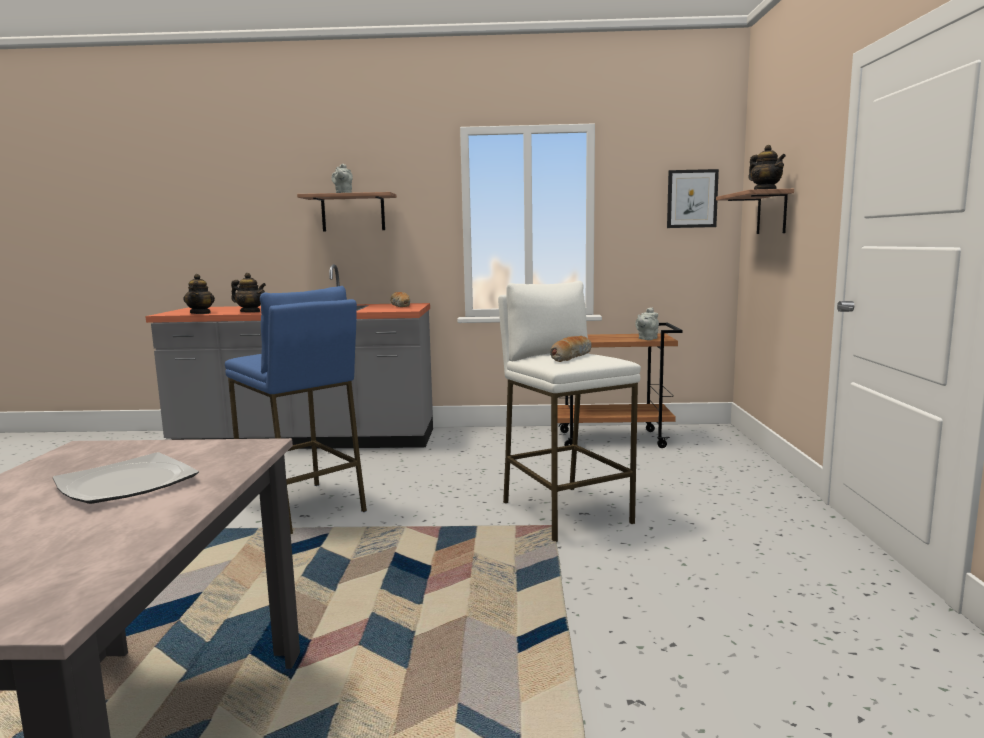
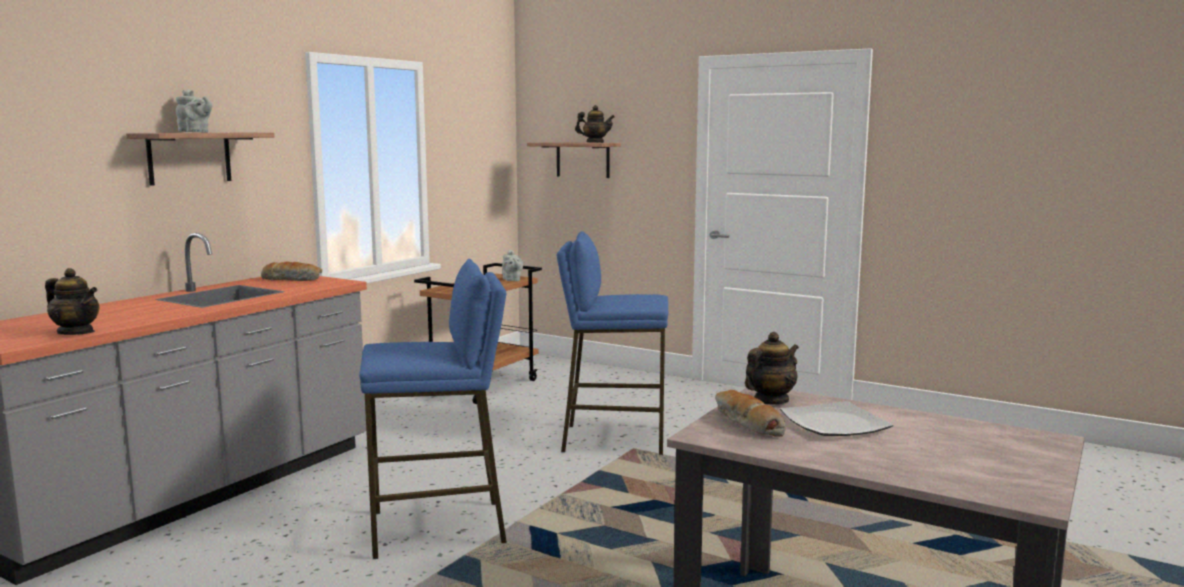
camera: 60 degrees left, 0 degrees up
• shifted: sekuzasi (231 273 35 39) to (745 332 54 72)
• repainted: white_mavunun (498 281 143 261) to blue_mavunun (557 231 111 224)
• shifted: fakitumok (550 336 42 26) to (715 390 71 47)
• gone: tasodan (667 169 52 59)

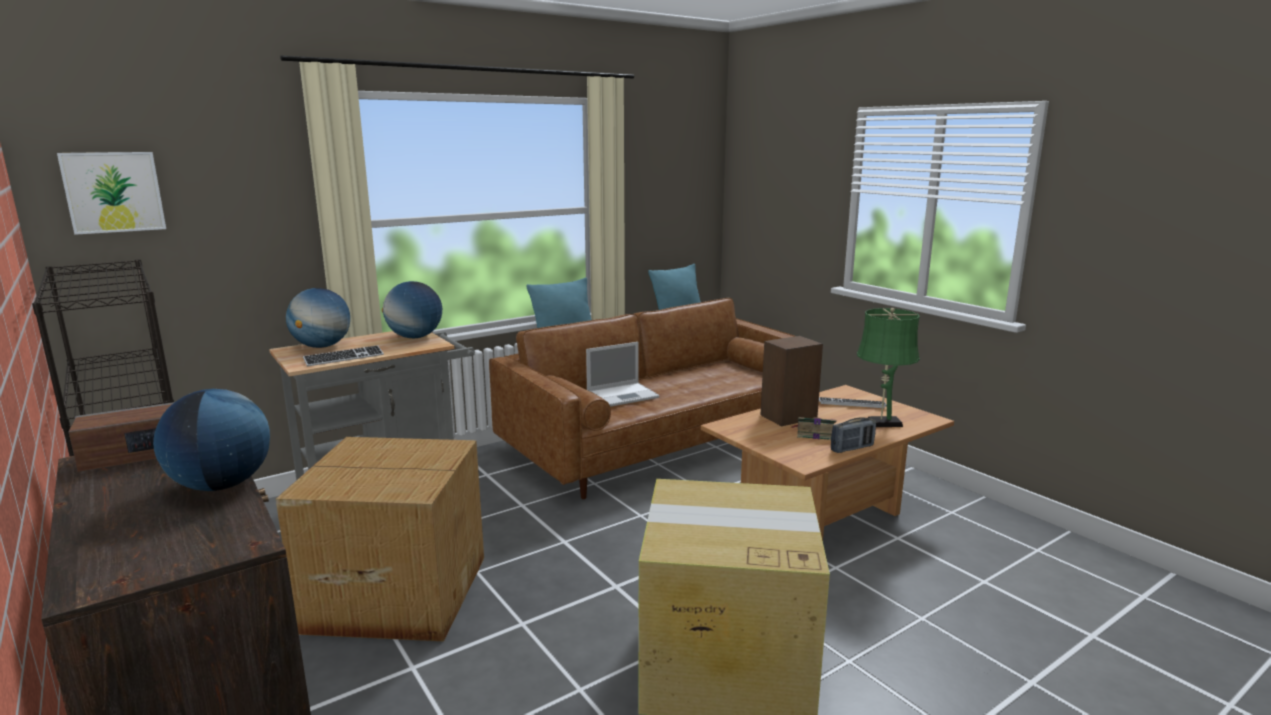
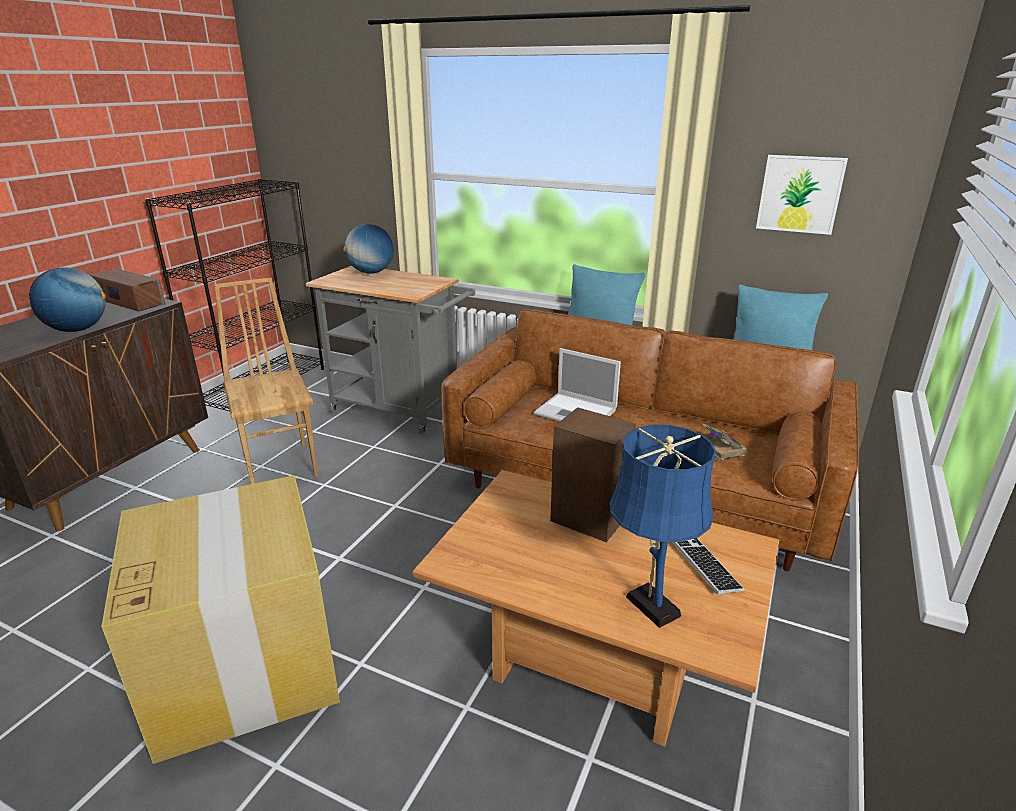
camera: 60 degrees right, 10 degrees up
• shifted: tasodan (57 152 109 83) to (756 155 92 80)
• swapped: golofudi (276 437 208 204) to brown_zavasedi (214 278 104 206)
• gone: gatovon (303 345 81 21)
• gone: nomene (382 281 60 57)
• shifted: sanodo (790 417 47 23) to (702 424 45 37)
• gone: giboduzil (831 417 45 36)
• repainted: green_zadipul (857 308 63 119) to blue_zadipul (609 425 107 203)

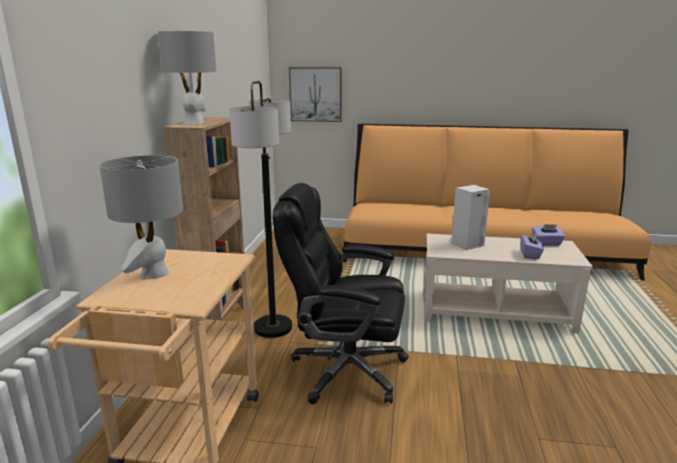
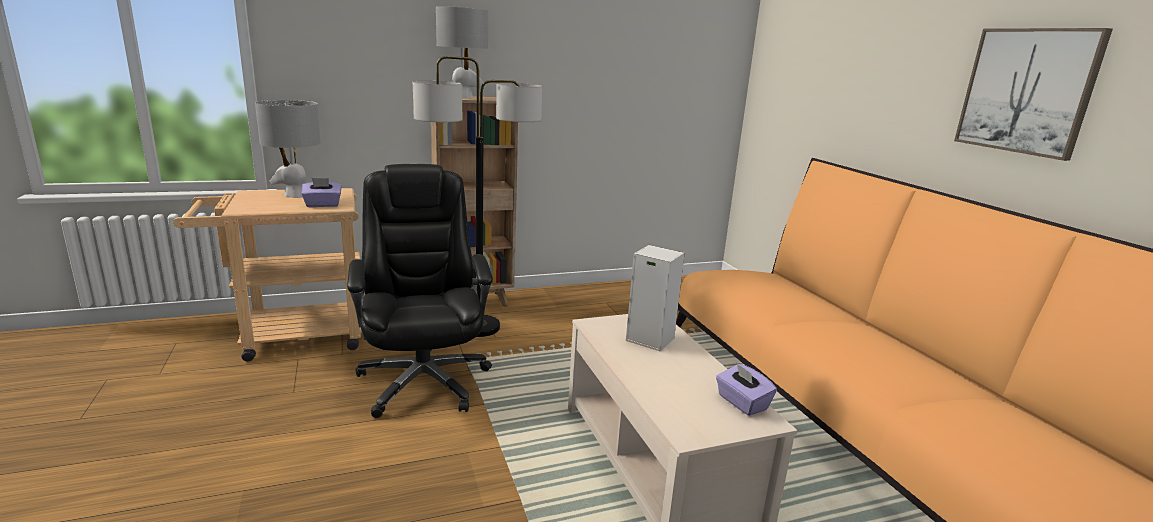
camera: 60 degrees right, 0 degrees up
• shifted: tasodan (289 67 53 55) to (954 28 159 133)
• shifted: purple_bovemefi (520 232 24 27) to (301 178 41 29)

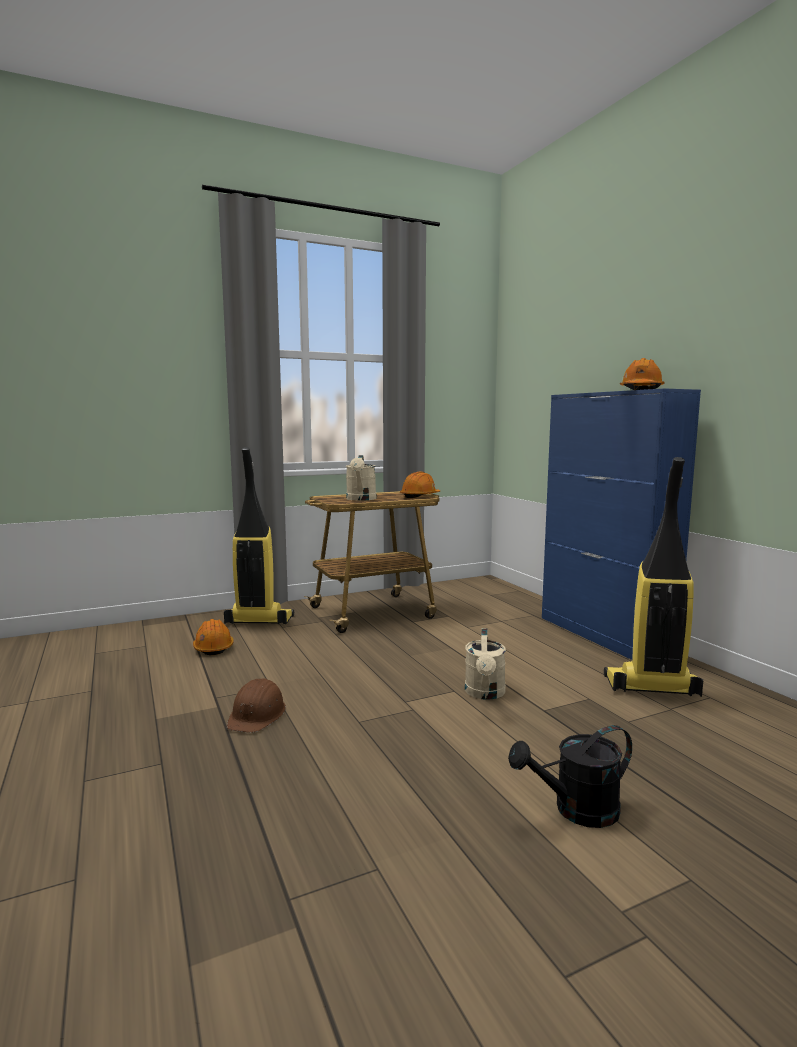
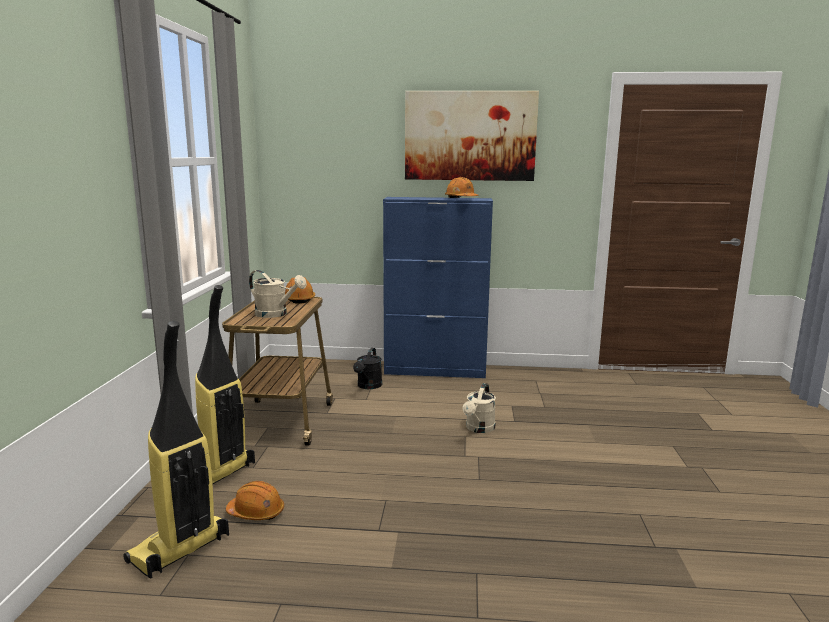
camera: 60 degrees left, 5 degrees up
• gone: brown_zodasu (227 678 59 55)
• rotated: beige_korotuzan (465 628 41 72) = (463 383 33 50) 75 degrees clockwise
• shifted: black_korotuzan (508 725 124 103) to (353 348 29 41)
• shifted: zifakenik (604 457 99 240) to (123 321 106 257)
• new: tasodan (405 91 134 90)

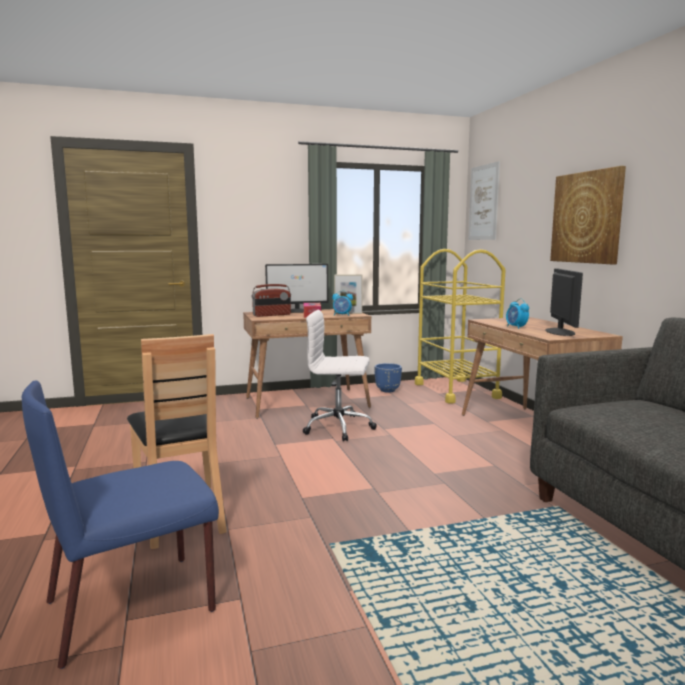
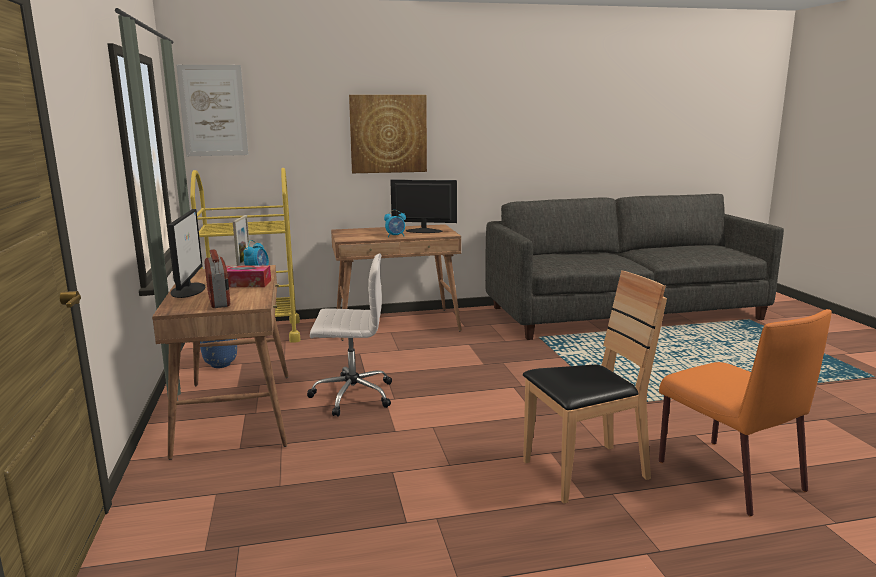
camera: 85 degrees left, 5 degrees up
• repainted: blue_zavasedi (21 381 198 288) to orange_zavasedi (659 309 173 207)
• rotated: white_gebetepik (303 310 74 131) = (307 254 85 163) 105 degrees counterclockwise

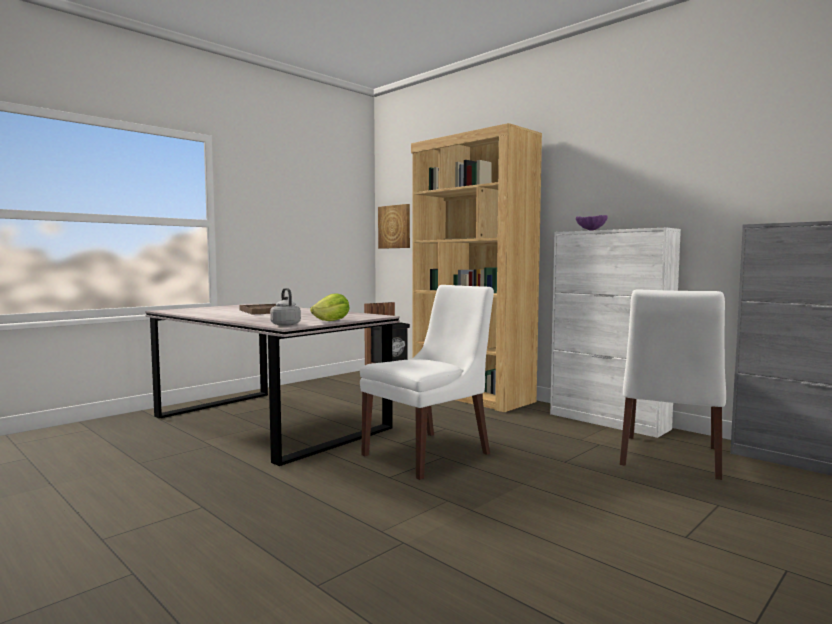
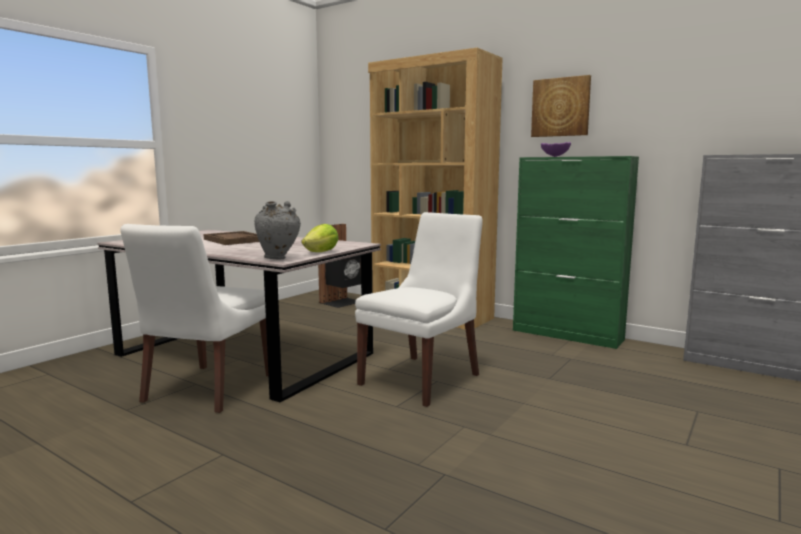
camera: 10 degrees left, 5 degrees up
• swapped: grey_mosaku (270 288 31 38) to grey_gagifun (254 201 47 58)
• shifted: tasodan (378 204 32 45) to (531 75 60 62)
• repainted: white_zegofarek (550 228 131 210) to green_zegofarek (513 156 126 193)
• shifted: white_zavasedi (620 289 106 191) to (120 224 148 189)

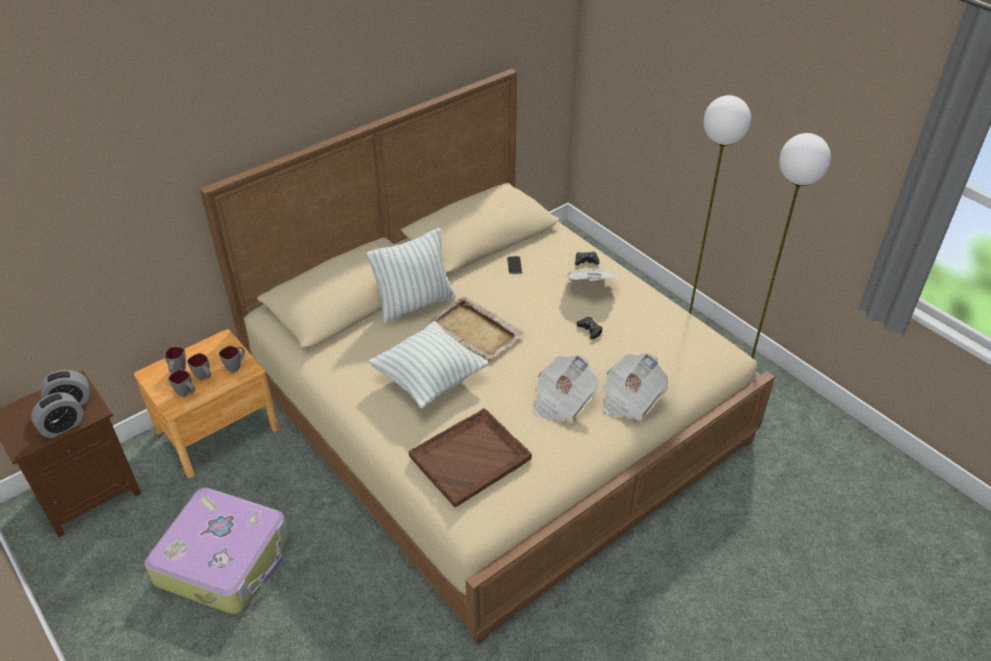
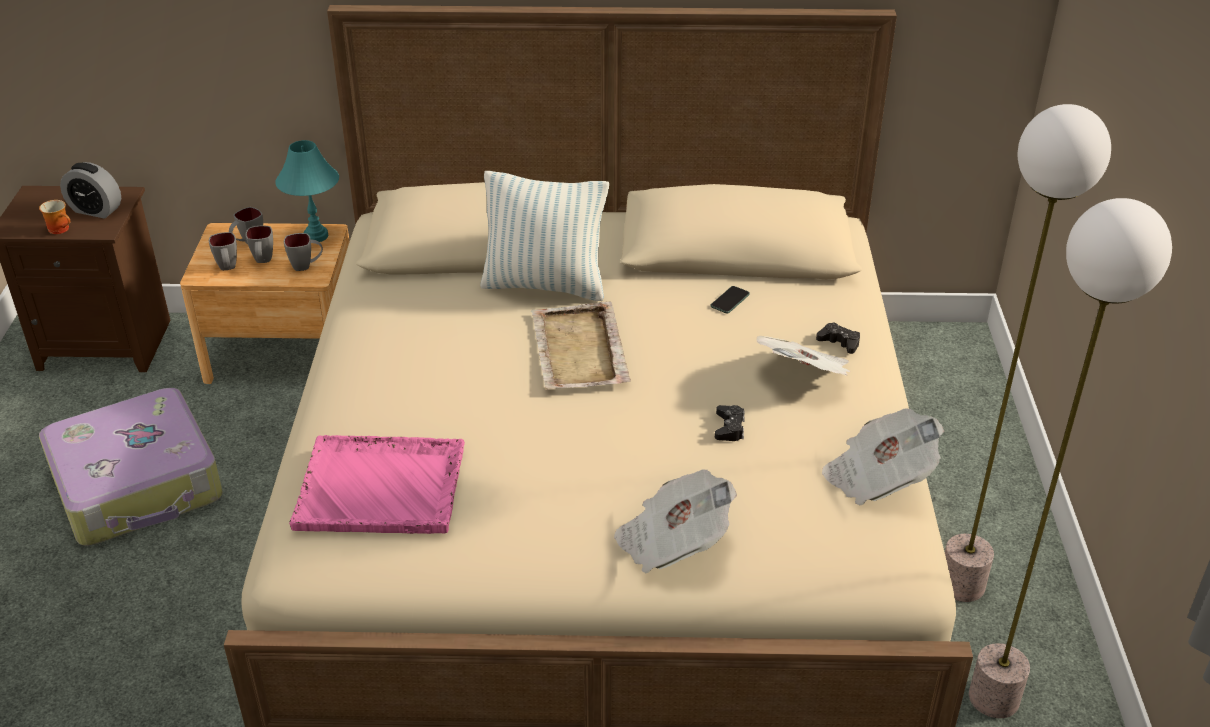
camera: 40 degrees right, 5 degrees down
• swapped: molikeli (31 392 53 46) to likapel (39 200 31 34)
• gone: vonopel (368 321 121 87)
• repainted: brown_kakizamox (409 408 123 99) to pink_kakizamox (289 435 176 99)
• shifted: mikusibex (533 355 65 68) to (822 408 122 98)
• new: turquoise_zadipul (275 140 64 102)

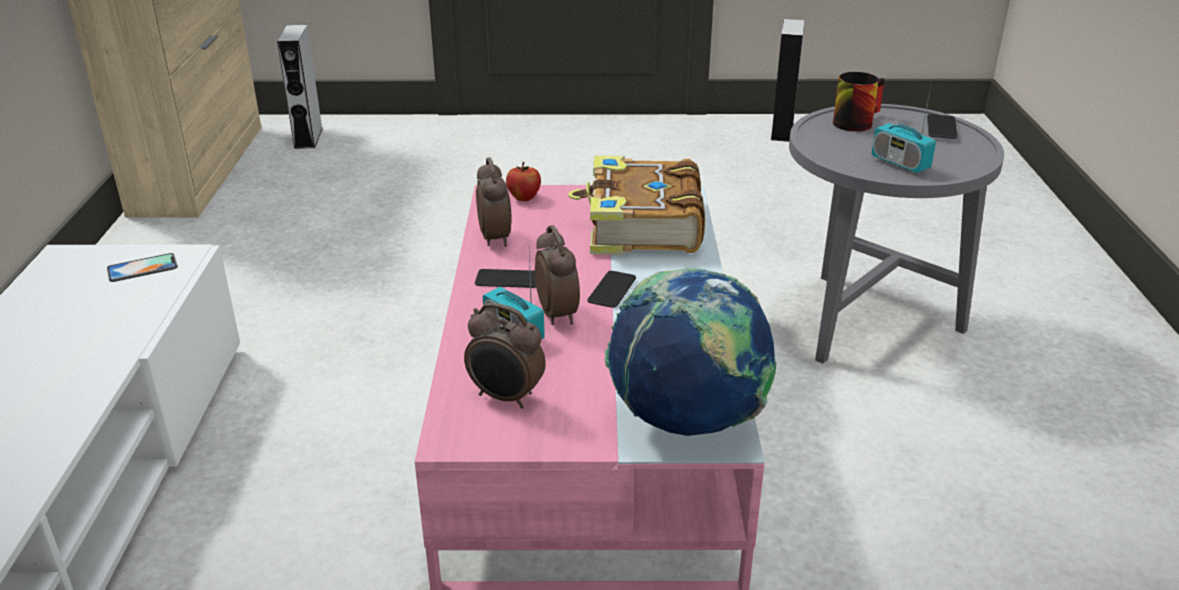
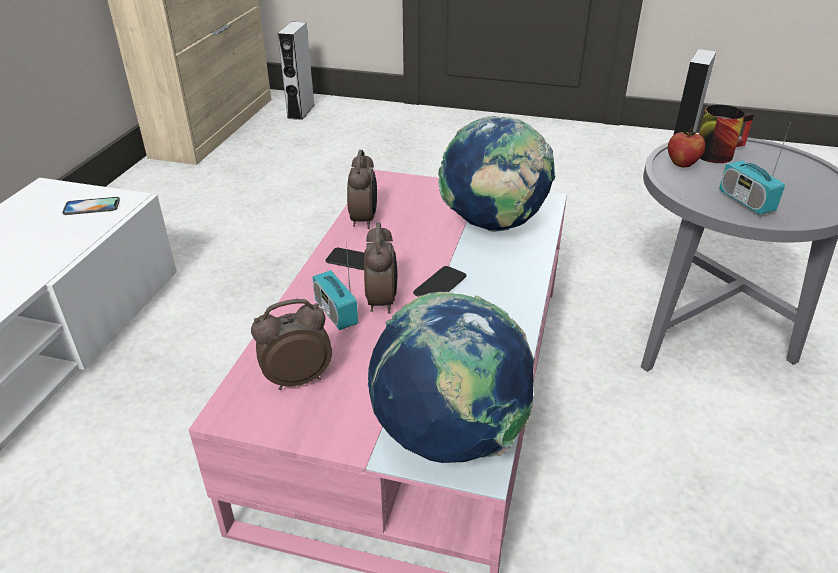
camera: 15 degrees right, 5 degrees up
• rotated: molikeli (464 303 82 106) = (251 299 81 91) 120 degrees clockwise
• shifted: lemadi (506 162 35 39) to (668 127 37 40)
• swapped: sanodo (568 155 137 100) to nomene (438 116 117 116)
• gone: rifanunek (927 114 31 25)

